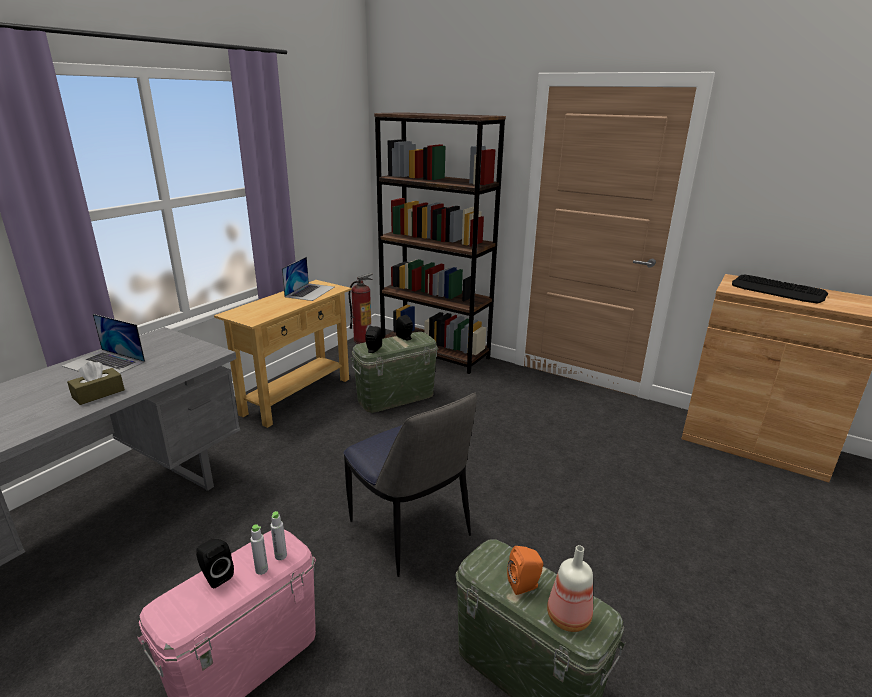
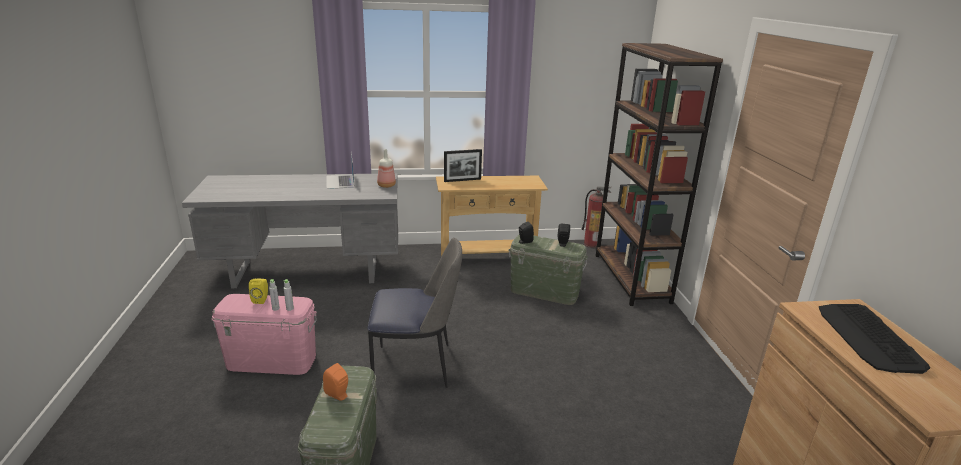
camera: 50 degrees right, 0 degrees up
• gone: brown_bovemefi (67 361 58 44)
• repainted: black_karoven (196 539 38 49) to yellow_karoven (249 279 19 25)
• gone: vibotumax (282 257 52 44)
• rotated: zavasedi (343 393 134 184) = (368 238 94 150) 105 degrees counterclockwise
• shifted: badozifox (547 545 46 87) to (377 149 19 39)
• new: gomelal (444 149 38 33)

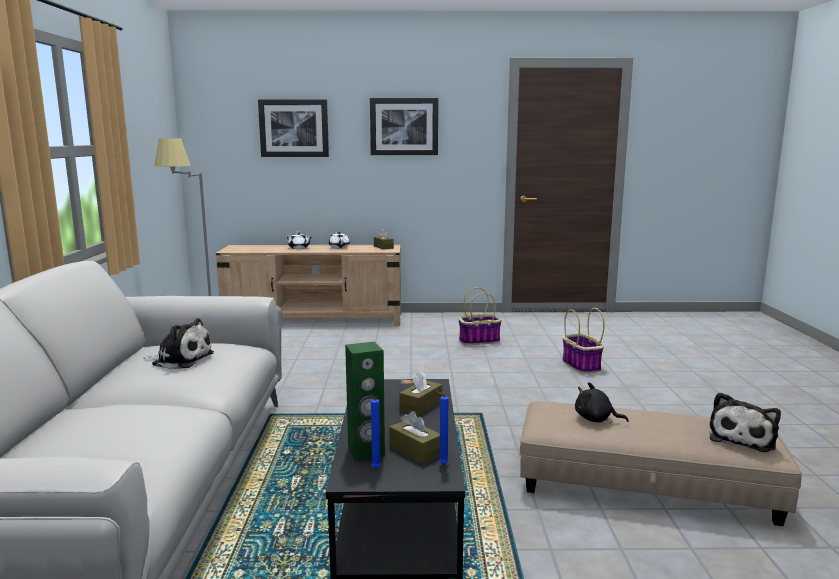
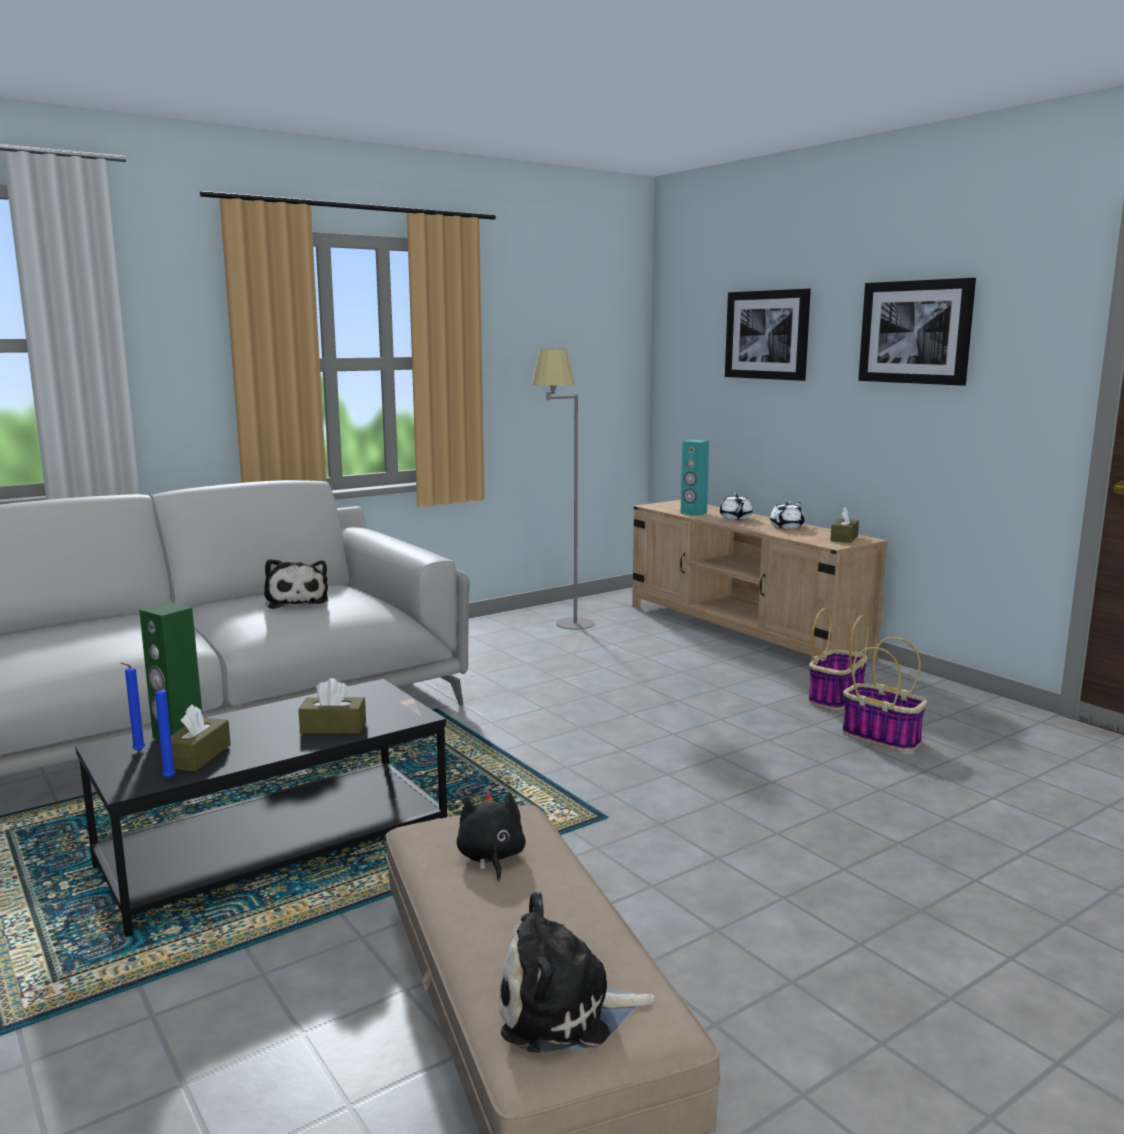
camera: 55 degrees right, 0 degrees up
• shifted: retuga (562 308 42 66) to (809 608 60 102)
• new: turquoise_karoven (680 440 29 76)

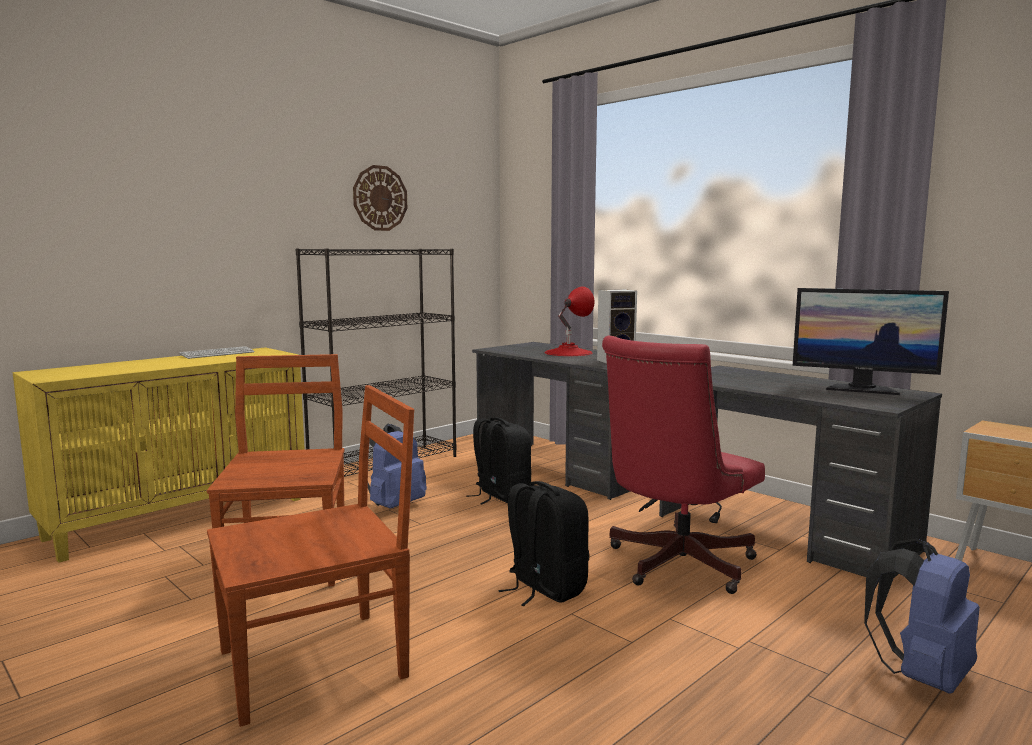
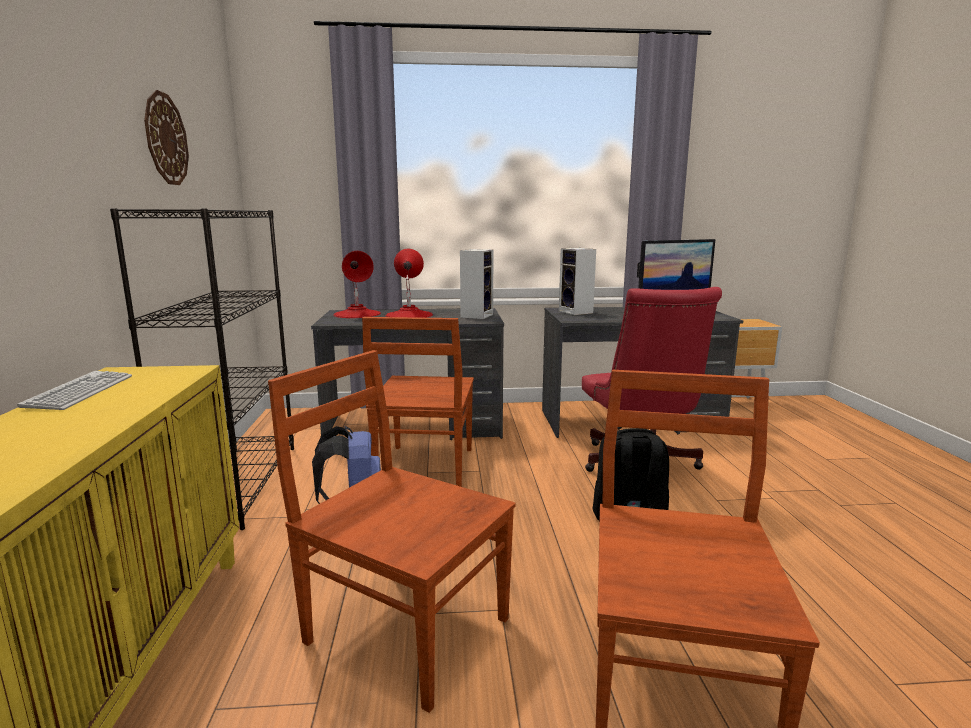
camera: 50 degrees left, 5 degrees up
• swapped: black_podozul (466 417 66 87) to brown_zavasedi (362 317 112 170)
• gone: blue_podozul (864 538 116 156)
• new: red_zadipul (333 251 48 67)
• new: karoven (559 248 37 67)

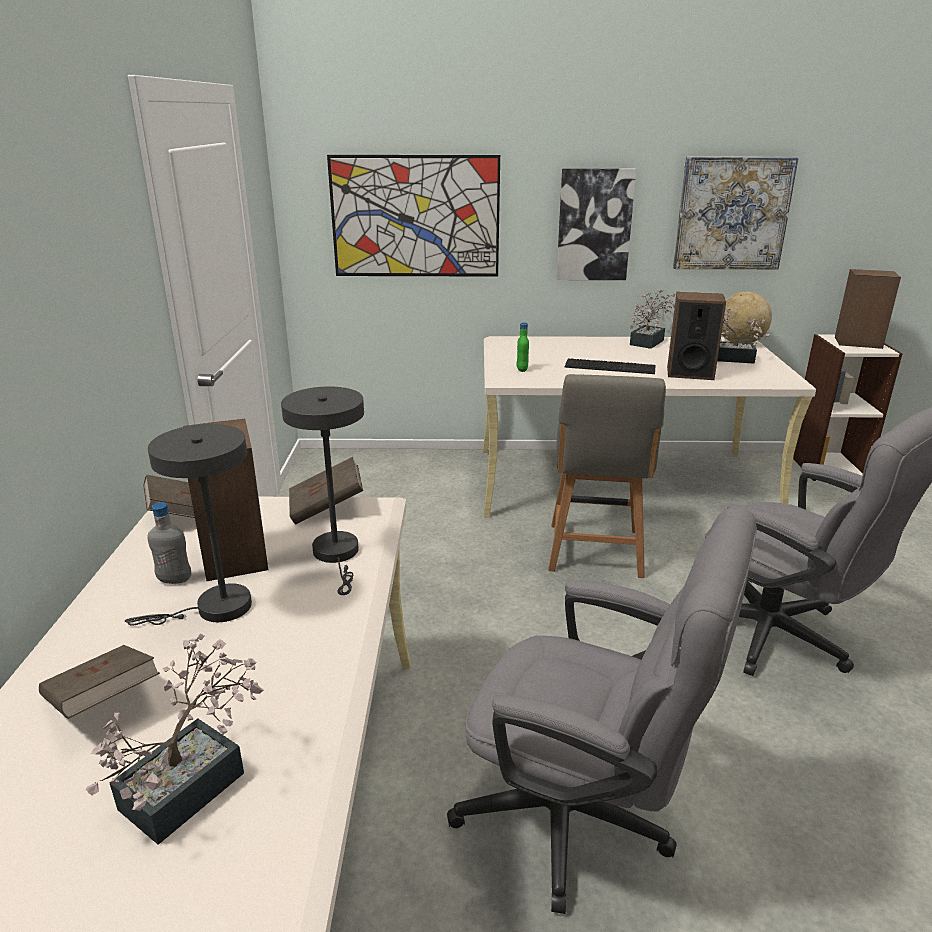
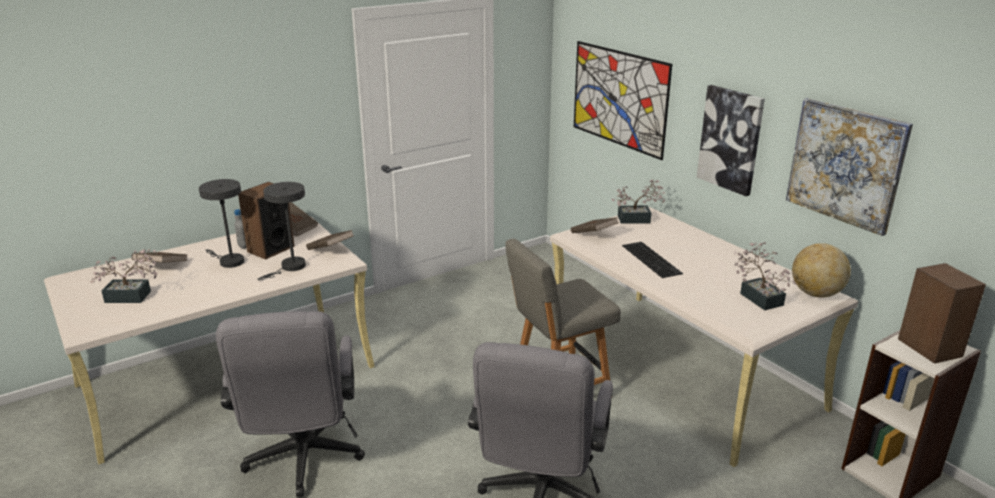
camera: 55 degrees right, 0 degrees up
• swapped: green_badozifox (517 322 12 50) to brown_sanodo (571 217 47 16)
• shifted: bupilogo (630 290 46 59) to (612 180 53 44)
• gone: karoven (667 292 59 88)

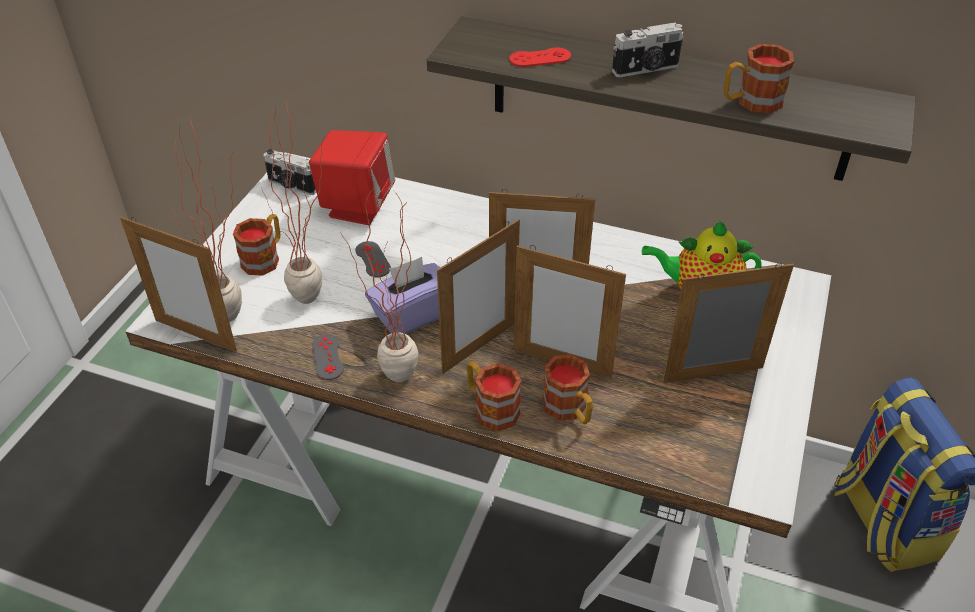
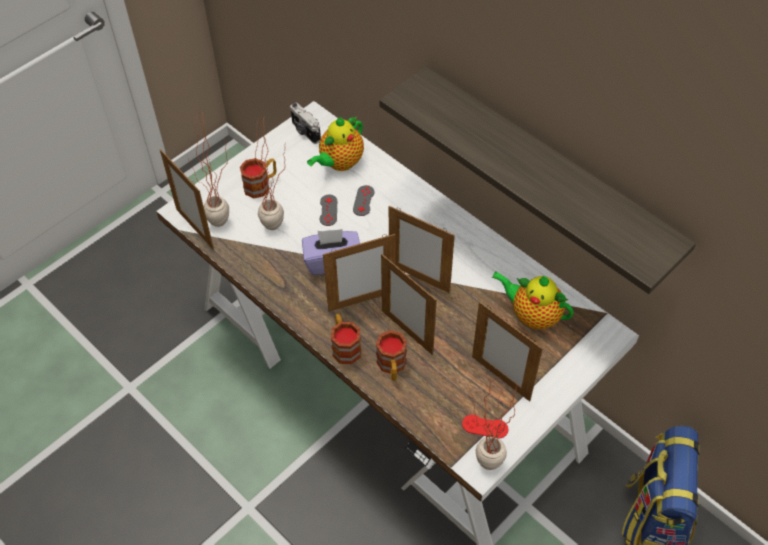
camera: 25 degrees right, 10 degrees up
• swapped: red_karoven (309 130 86 95) to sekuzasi (307 116 57 55)
• shifted: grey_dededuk (312 334 32 46) to (353 185 21 31)
• shifted: bupilogo (340 187 78 195) to (469 378 48 92)
• shifted: red_dededuk (509 47 62 20) to (462 415 46 23)
• gone: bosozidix (612 23 72 54)
• rotated: gomelal (663 263 131 120) = (472 302 71 99) 150 degrees counterclockwise
• gone: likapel (723 44 71 70)

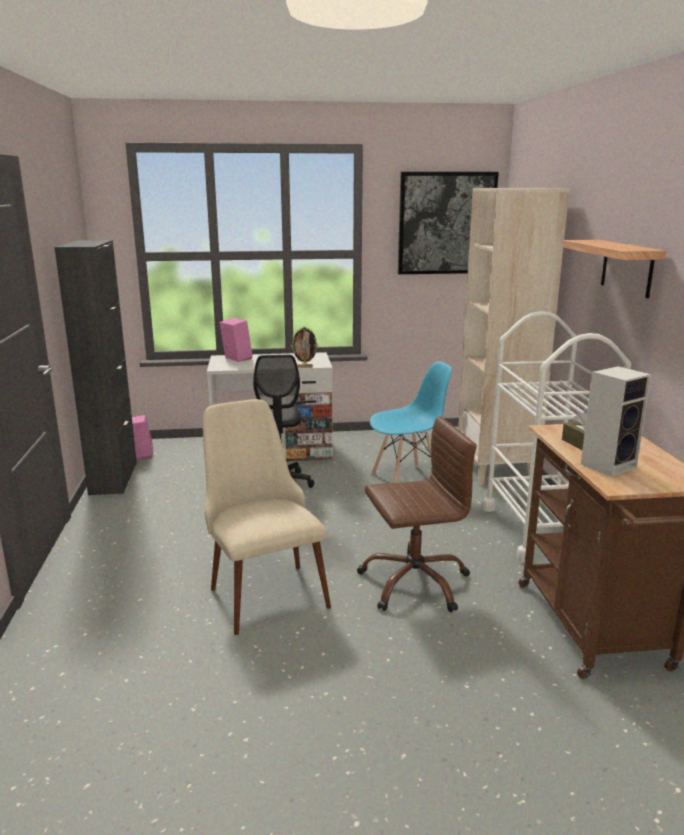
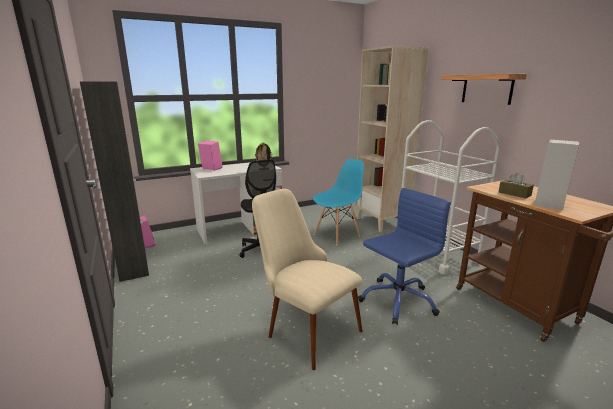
camera: 20 degrees left, 0 degrees up
• repainted: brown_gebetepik (357 416 120 196) to blue_gebetepik (358 188 93 137)
• gone: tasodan (398 172 101 102)

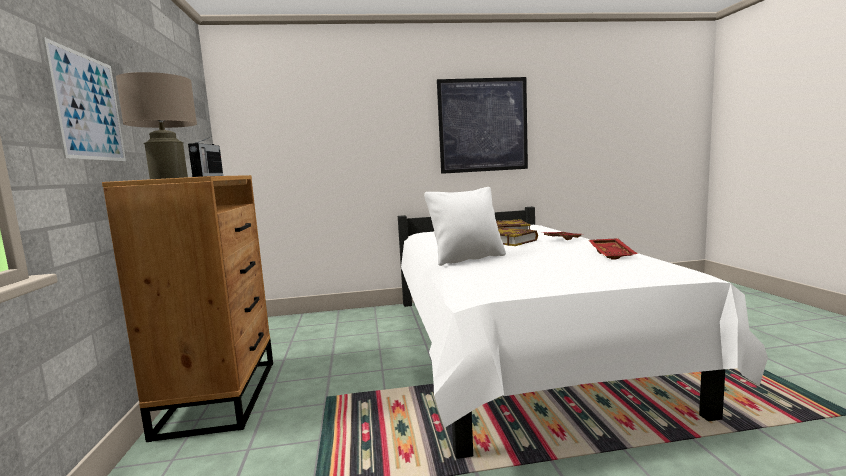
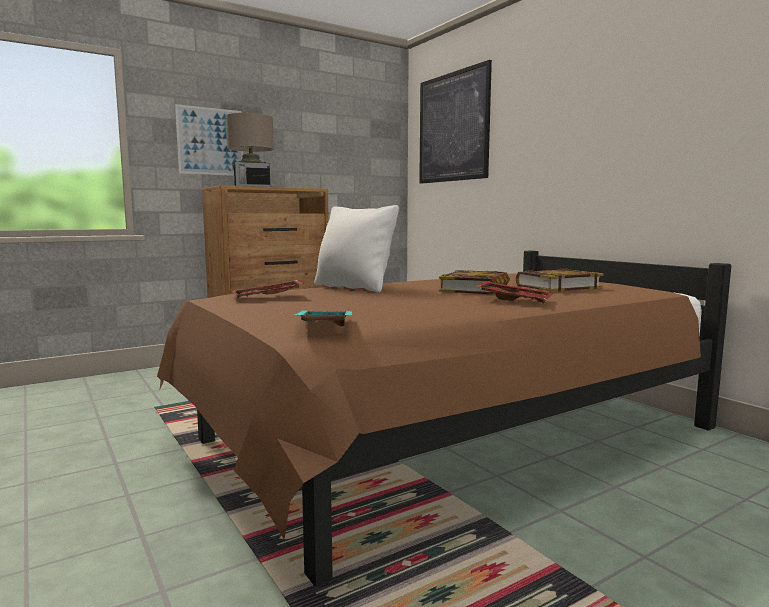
camera: 65 degrees right, 0 degrees up
• repainted: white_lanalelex (398 207 370 252) to brown_lanalelex (157 251 574 335)
• shifted: tasodan (437 77 91 97) to (419 60 73 124)
• shifted: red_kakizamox (588 238 50 22) to (232 280 72 18)
• new: turquoise_kakizamox (294 310 58 16)

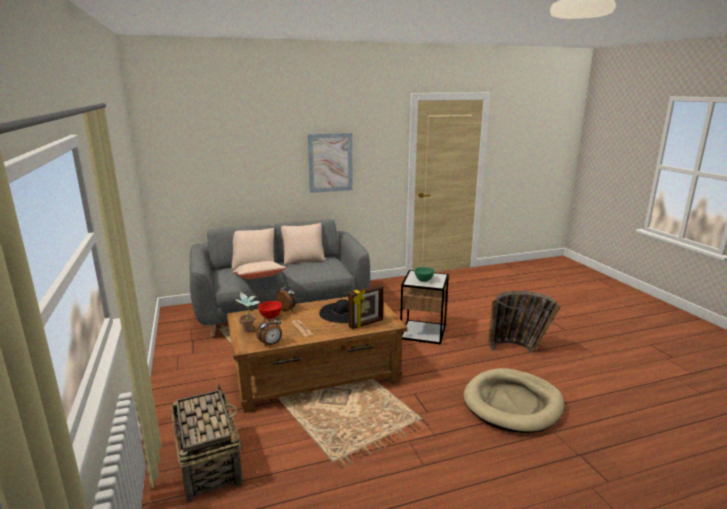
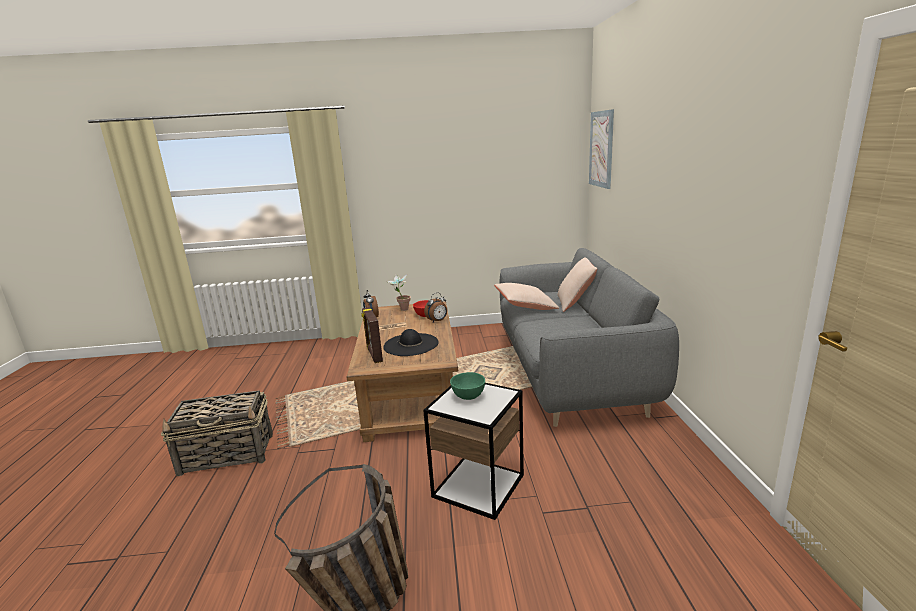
camera: 105 degrees right, 0 degrees up
• shifted: retuga (171 384 72 118) to (161 390 112 86)
• gone: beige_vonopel (281 223 45 42)
• shifted: tasodan (307 133 46 60) to (589 109 25 80)
• gone: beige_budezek (463 368 101 65)

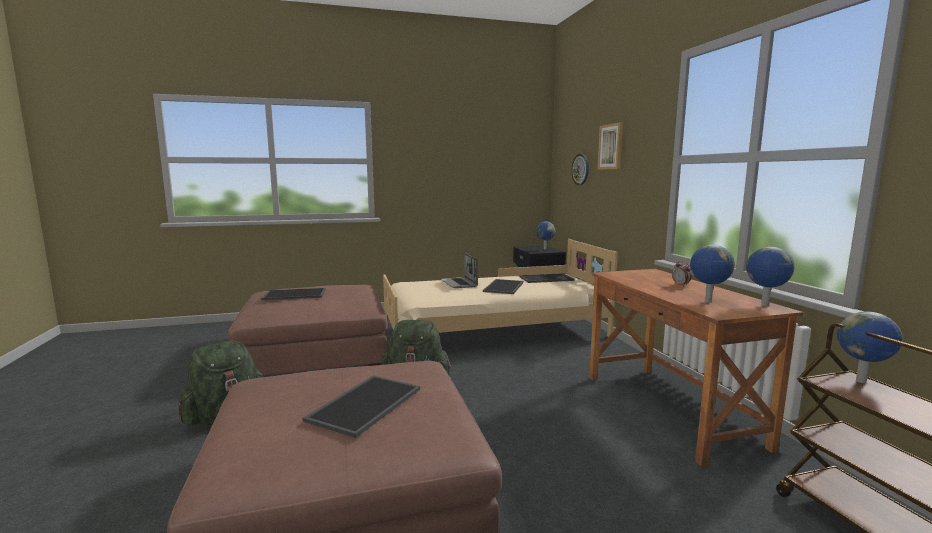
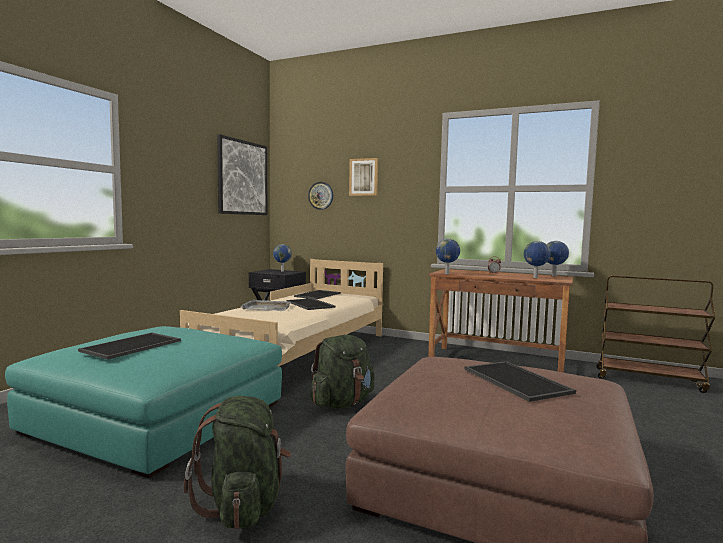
camera: 50 degrees left, 5 degrees down
• repainted: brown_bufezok (228 285 159 90) to turquoise_bufezok (5 326 277 152)
• swapped: vibotumax (441 253 37 35) to grey_kakizamox (241 299 50 12)
• shifted: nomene (837 311 65 72) to (436 239 24 35)
• new: tasodan (217 134 50 81)

